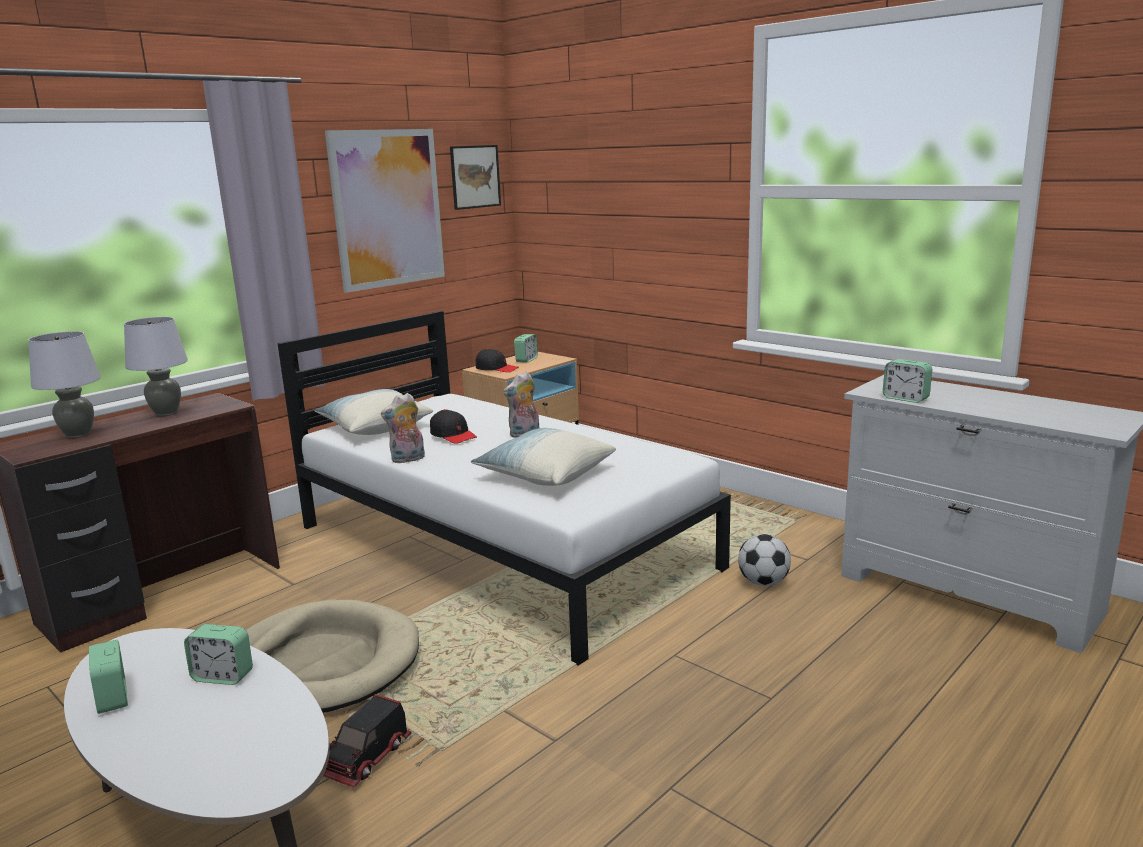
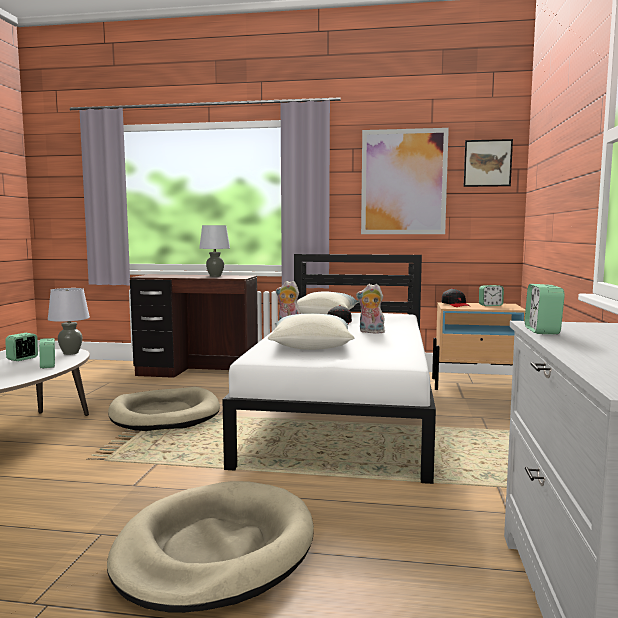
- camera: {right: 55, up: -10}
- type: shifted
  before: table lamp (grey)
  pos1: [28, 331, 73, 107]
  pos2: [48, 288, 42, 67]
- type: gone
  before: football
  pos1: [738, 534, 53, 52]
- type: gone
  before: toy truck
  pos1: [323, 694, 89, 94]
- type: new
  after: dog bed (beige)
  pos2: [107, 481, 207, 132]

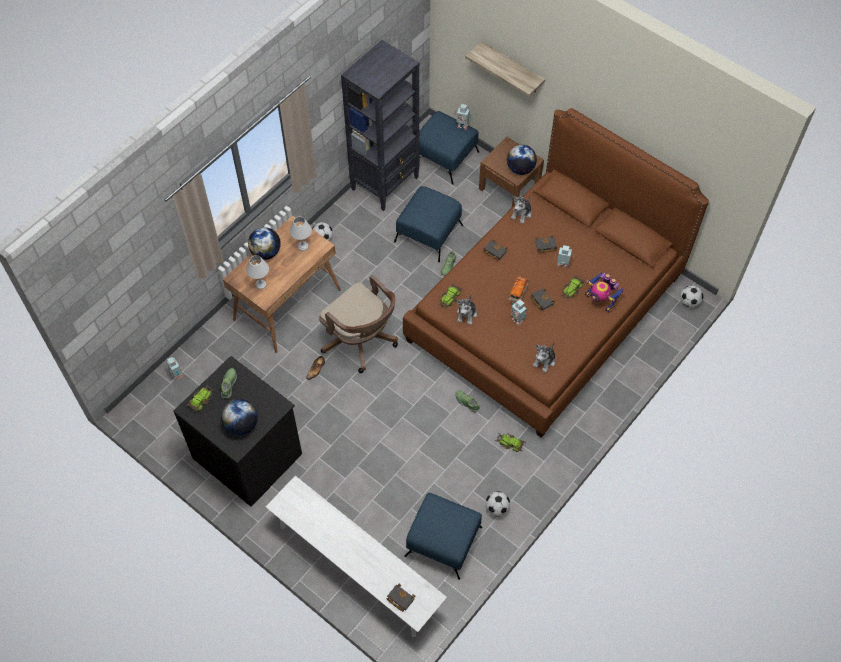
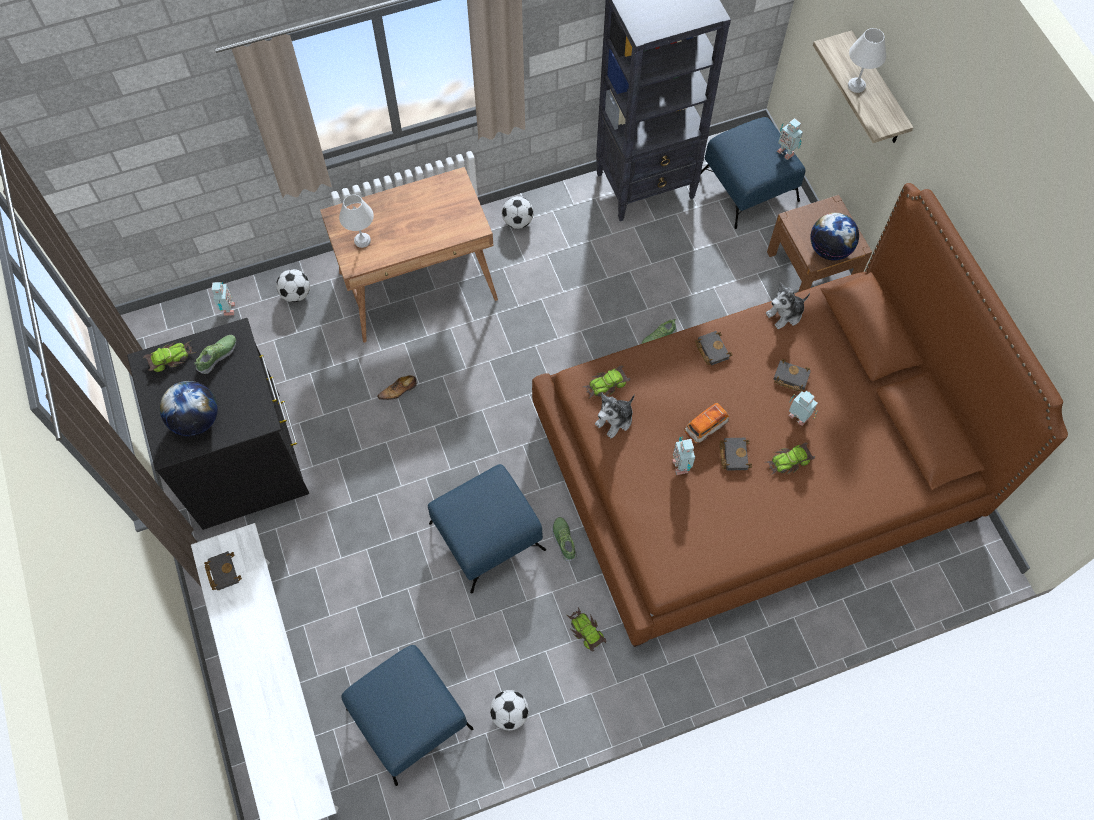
- camera: {right: 30, up: 5}
- type: shifted
  before: ottoman (blue)
  pos1: [394, 186, 69, 76]
  pos2: [428, 464, 118, 130]
- type: shifted
  before: table lamp (white)
  pos1: [290, 217, 22, 34]
  pos2: [848, 28, 38, 65]
- type: gone
  before: globe
  pos1: [248, 227, 33, 33]
- type: gone
  before: toy robot
  pos1: [585, 272, 40, 41]
- type: gone
  before: office chair (brown)
  pos1: [319, 275, 79, 98]
- type: shifted
  before: football
  pos1: [680, 285, 23, 22]
  pos2: [276, 269, 34, 33]
- type: gone
  before: plush toy
  pos1: [533, 343, 22, 30]
- type: shifted
  before: book (black)
  pos1: [386, 584, 29, 28]
  pos2: [204, 551, 38, 39]

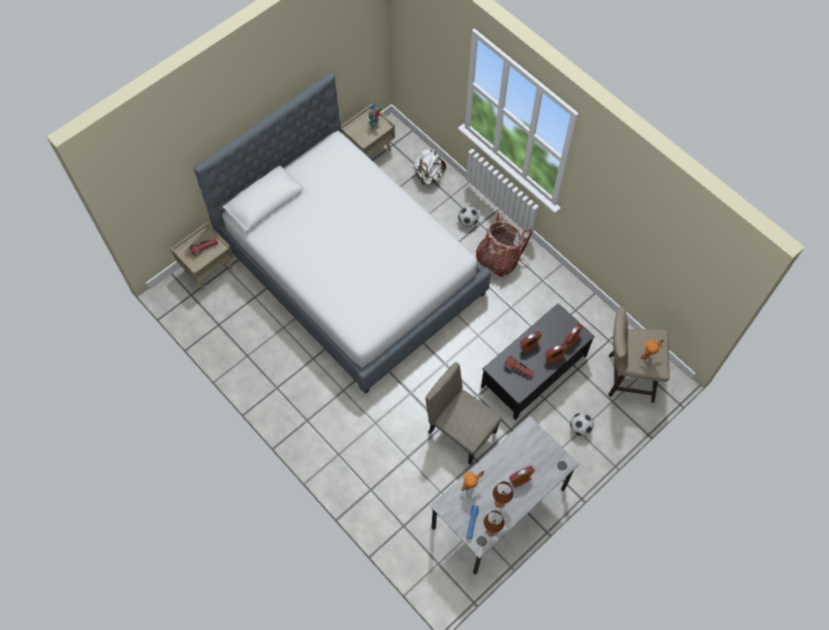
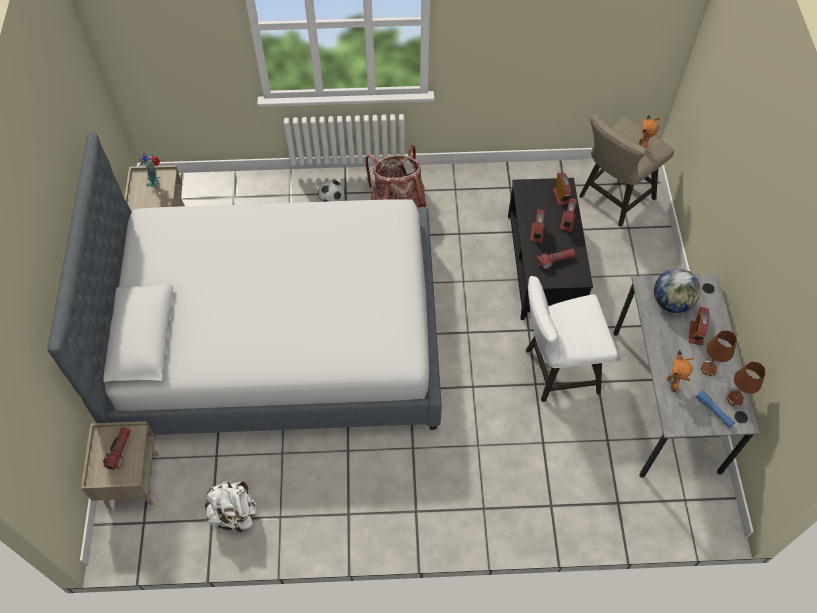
- camera: {right: -50, up: -5}
- type: shifted
  before: backpack (white)
  pos1: [413, 149, 33, 36]
  pos2: [205, 481, 51, 53]
- type: swapped
  before: chair (beige)
  after: stool (white)
  pos1: [425, 362, 77, 103]
  pos2: [526, 276, 92, 126]
- type: gone
  before: football
  pos1: [570, 413, 24, 23]
- type: new
  after: globe
  pos2: [654, 268, 46, 45]

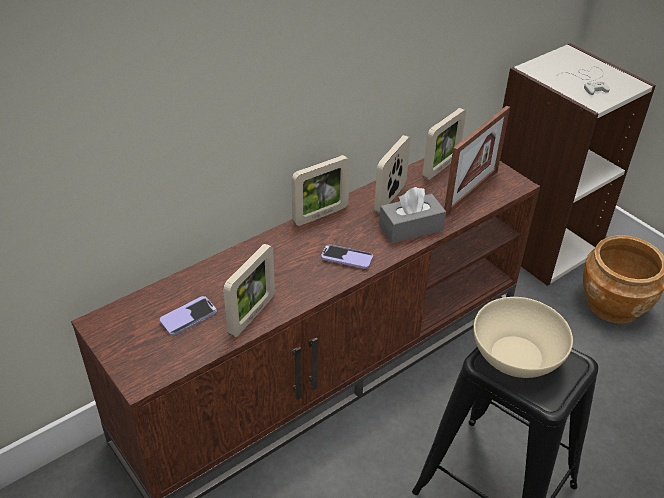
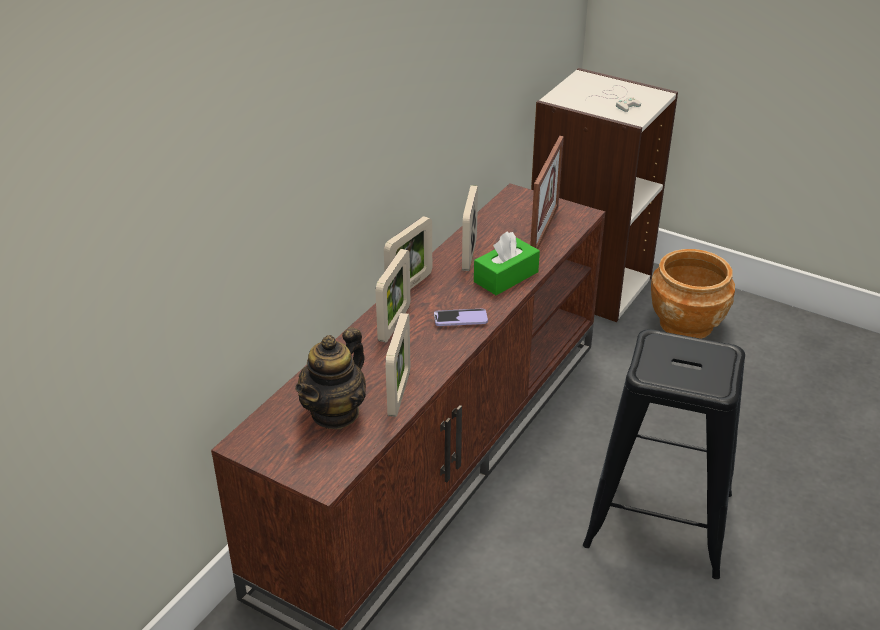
- camera: {right: -20, up: -5}
- type: shifted
  before: picture frame
  pos1: [422, 108, 44, 72]
  pos2: [375, 249, 35, 94]
- type: repainted
  before: tissue box (grey)
  after: tissue box (green)
  pos1: [379, 187, 67, 56]
  pos2: [474, 231, 66, 64]
- type: swapped
  before: phone
  after: teapot
  pos1: [160, 296, 57, 40]
  pos2: [295, 327, 71, 102]
- type: gone
  before: bowl (beige)
  pos1: [473, 297, 100, 81]

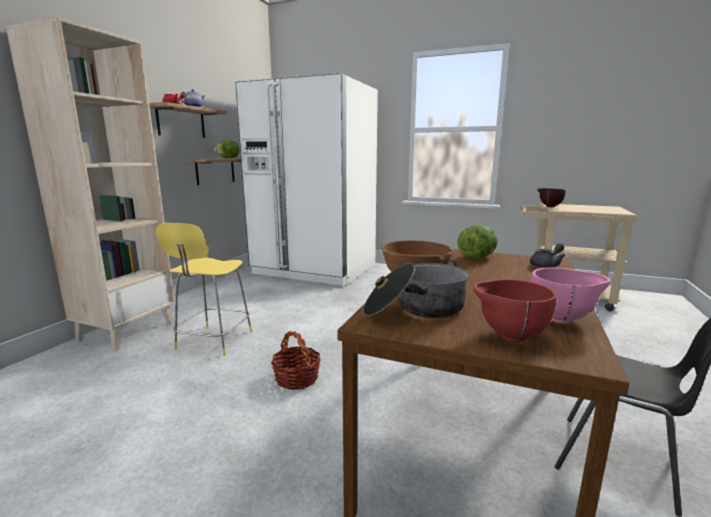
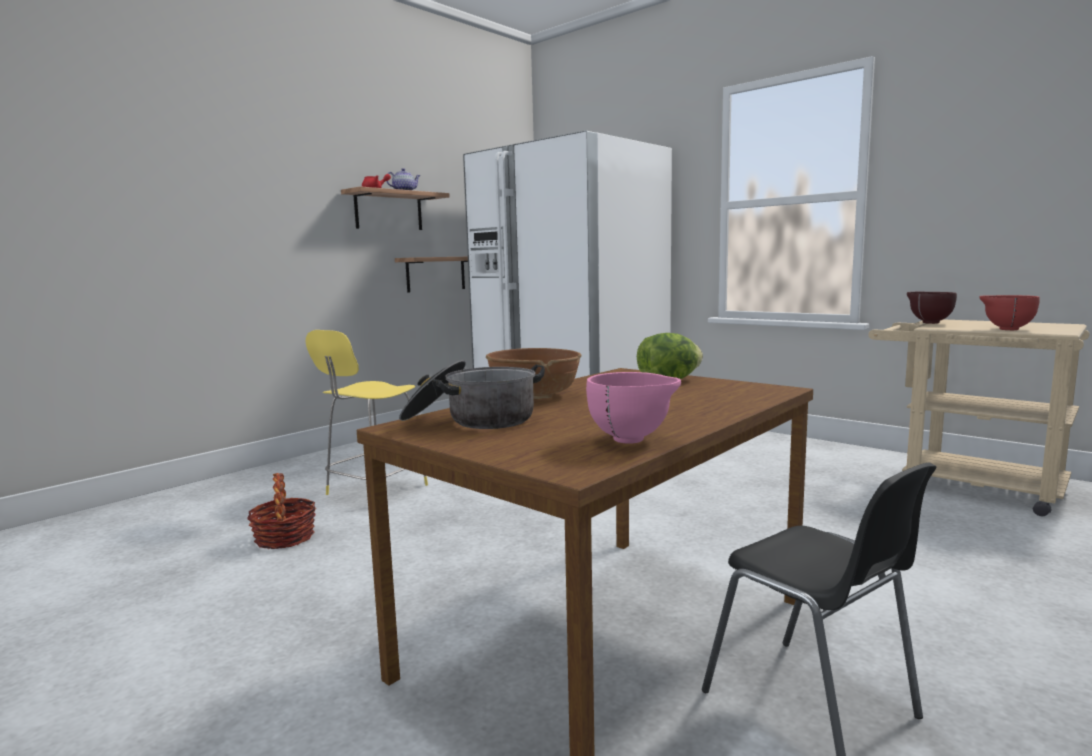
- camera: {right: 20, up: -5}
- type: gone
  before: bookcase (beige)
  pos1: [6, 16, 169, 336]
- type: gone
  before: lettuce
  pos1: [214, 140, 25, 18]
- type: gone
  before: teapot (grey)
  pos1: [530, 243, 36, 25]
- type: shifted
  before: bowl (red)
  pos1: [474, 279, 83, 63]
  pos2: [979, 295, 61, 35]
- type: shifted
  before: basket
  pos1: [271, 331, 50, 59]
  pos2: [247, 473, 69, 76]

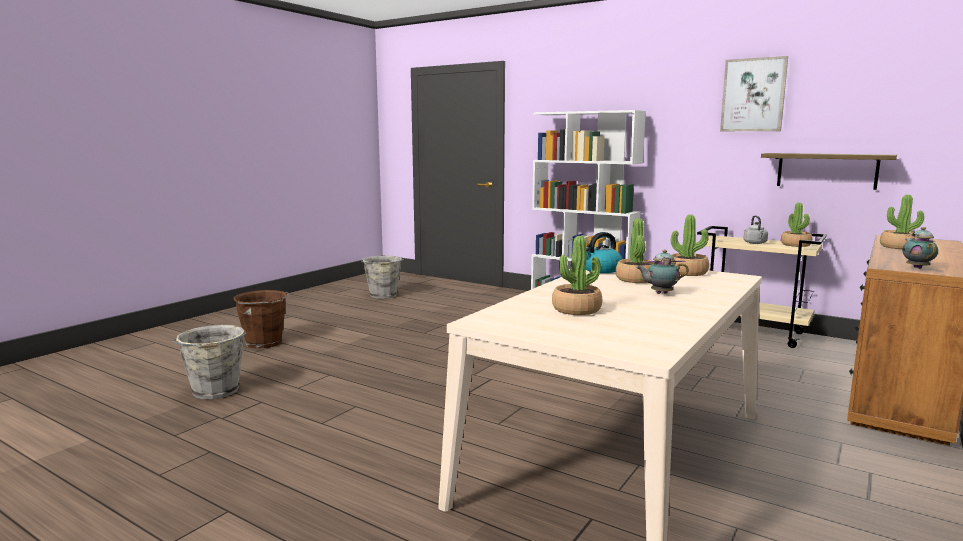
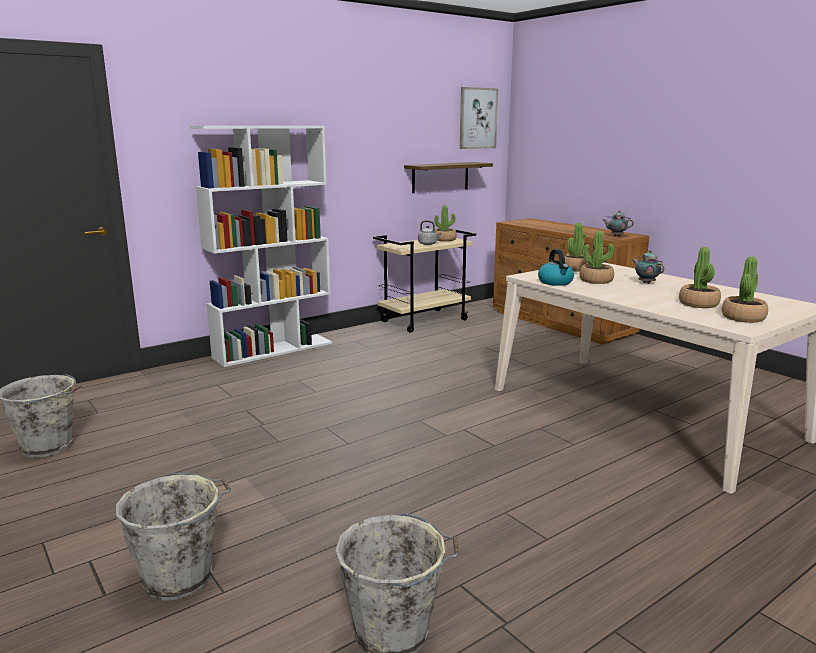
- camera: {right: -70, up: 5}
- type: shifted
  before: picture
  pos1: [720, 56, 68, 75]
  pos2: [460, 87, 38, 62]
- type: shifted
  before: potted plant
  pos1: [880, 195, 44, 54]
  pos2: [722, 256, 46, 67]
- type: rotated
  before: teapot
  pos1: [636, 249, 53, 45]
  pos2: [633, 250, 32, 34]
  turn: 135
- type: repainted
  before: bucket (brown)
  after: bucket (grey)
  pos1: [234, 290, 55, 58]
  pos2: [116, 473, 115, 128]

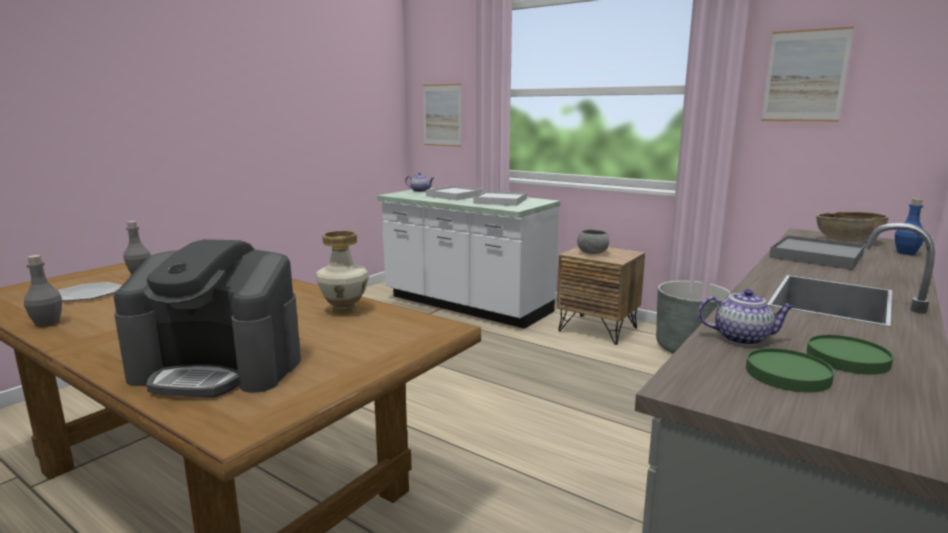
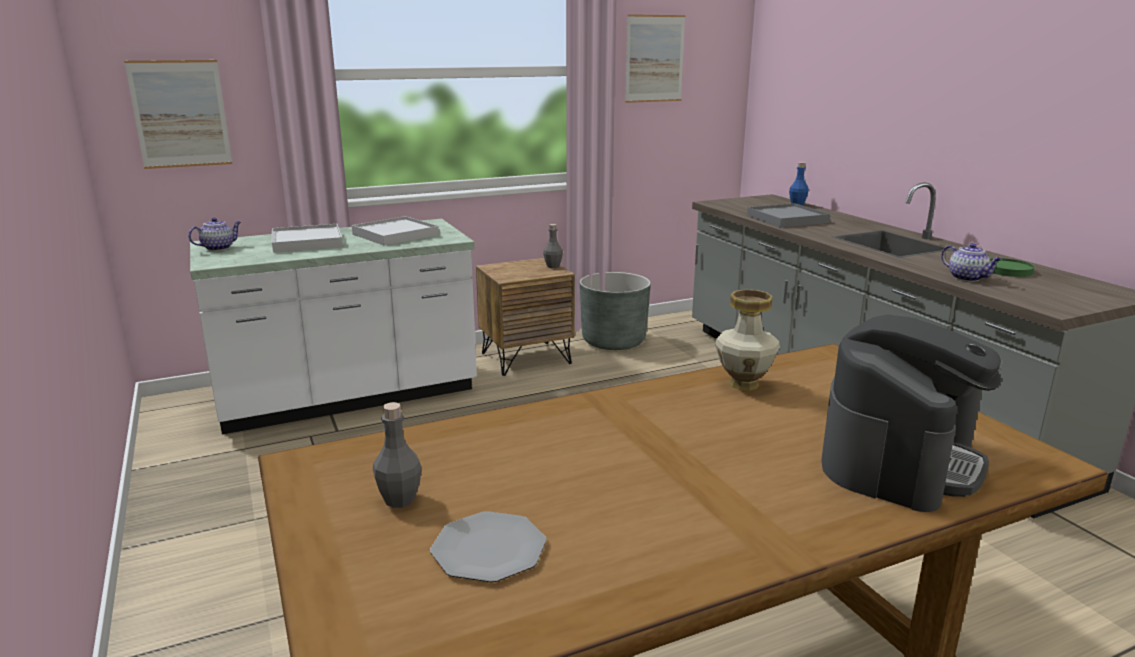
- camera: {right: -60, up: 5}
- type: gone
  before: bowl (brown)
  pos1: [816, 212, 73, 30]
- type: gone
  before: bowl (grey)
  pos1: [577, 230, 32, 24]
- type: shifted
  before: bottle (grey)
  pos1: [24, 255, 38, 72]
  pos2: [543, 224, 20, 44]
- type: rotated
  before: teapot
  pos1: [698, 289, 97, 56]
  pos2: [941, 243, 61, 38]
  turn: 105
- type: gone
  before: plate (green)
  pos1: [746, 348, 88, 44]

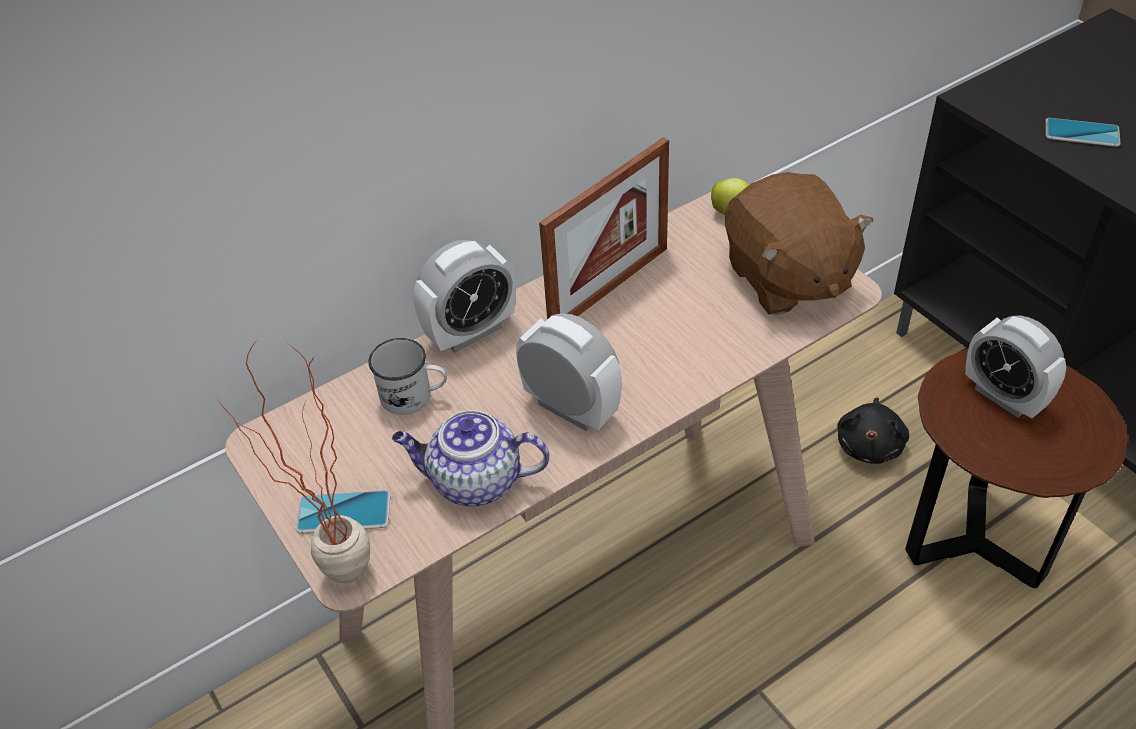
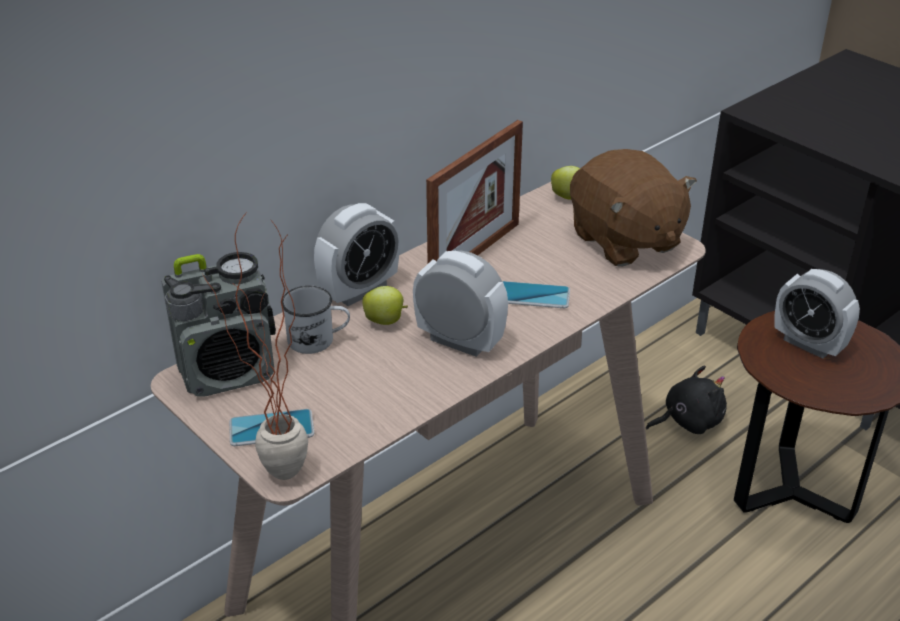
- camera: {right: -10, up: -10}
- type: shifted
  before: phone
  pos1: [1045, 118, 76, 29]
  pos2: [502, 281, 68, 27]
- type: rotated
  before: plush toy (black)
  pos1: [837, 398, 72, 66]
  pos2: [646, 366, 81, 68]
  turn: -120
- type: gone
  before: teapot
  pos1: [392, 410, 158, 96]
- type: new
  after: radio
  pos2: [161, 252, 115, 145]
- type: new
  after: apple
  pos2: [362, 286, 46, 39]

